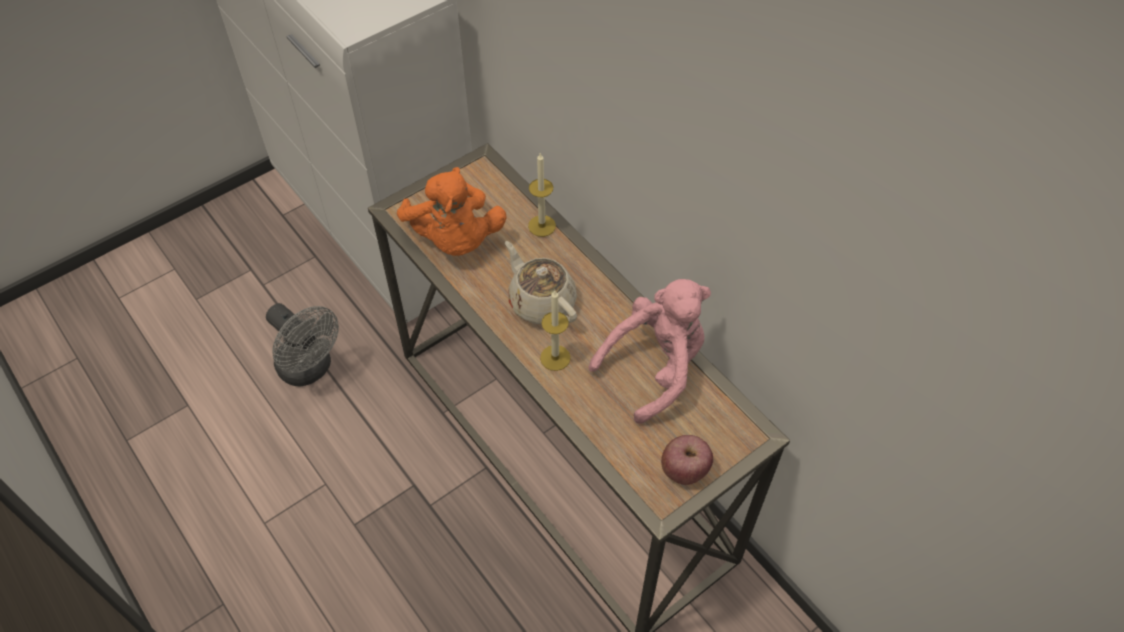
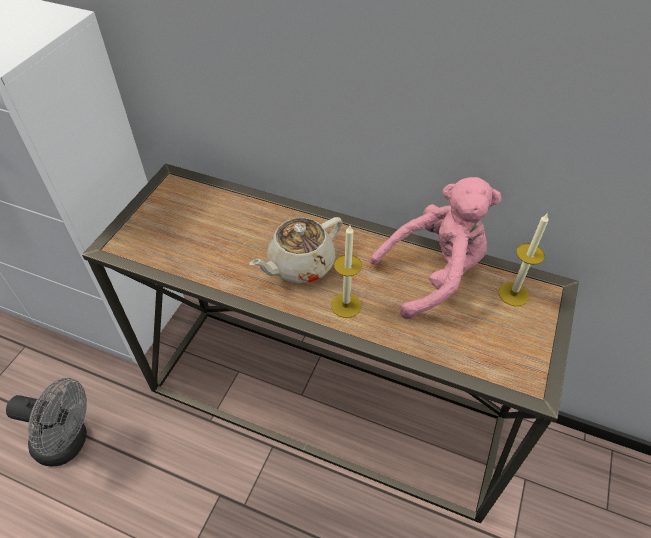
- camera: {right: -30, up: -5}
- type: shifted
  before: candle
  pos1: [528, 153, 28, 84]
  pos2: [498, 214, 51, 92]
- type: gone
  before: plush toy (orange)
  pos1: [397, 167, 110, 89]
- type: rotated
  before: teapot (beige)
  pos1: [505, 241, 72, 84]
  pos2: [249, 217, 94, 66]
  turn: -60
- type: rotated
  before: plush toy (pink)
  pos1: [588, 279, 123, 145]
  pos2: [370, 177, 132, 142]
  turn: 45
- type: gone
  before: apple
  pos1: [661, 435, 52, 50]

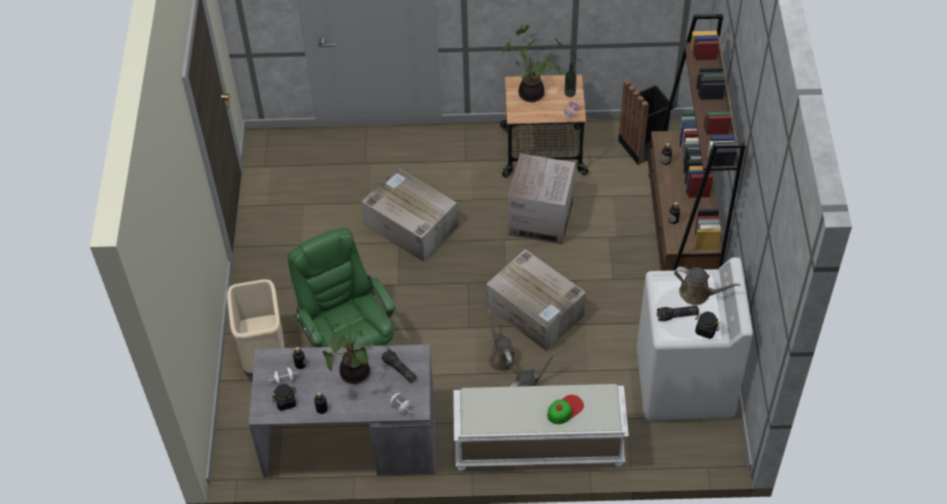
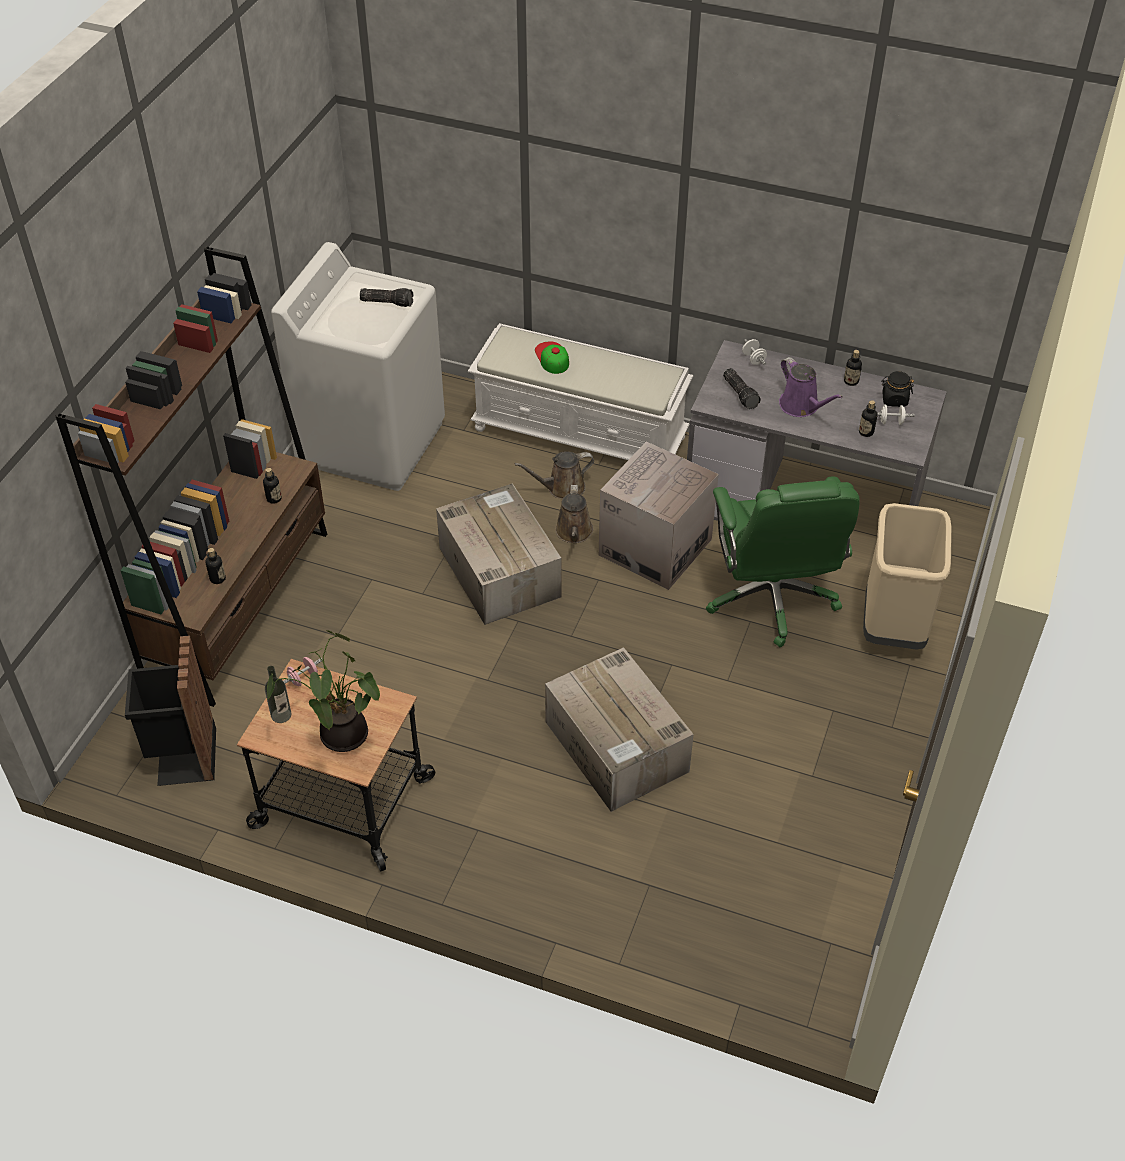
- camera: {right: -160, up: -5}
- type: shifted
  before: cardboard box
  pos1: [508, 154, 67, 91]
  pos2: [599, 441, 119, 149]
- type: gone
  before: watering can (brown)
  pos1: [674, 267, 67, 38]
- type: swapped
  before: potted plant
  after: watering can (purple)
  pos1: [310, 310, 63, 74]
  pos2: [779, 357, 64, 60]
- type: gone
  before: jar (black)
  pos1: [695, 312, 24, 27]
- type: rotated
  before: cap
  pos1: [547, 395, 37, 29]
  pos2: [535, 341, 34, 33]
  turn: 90

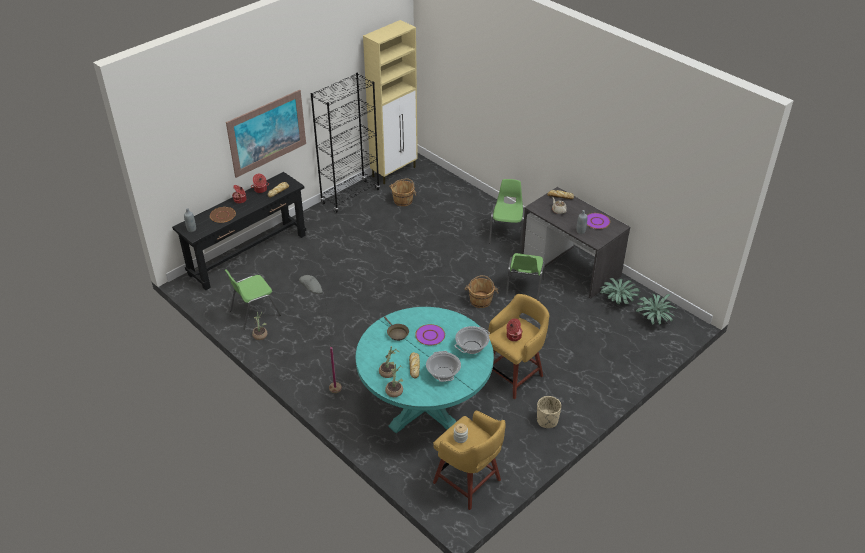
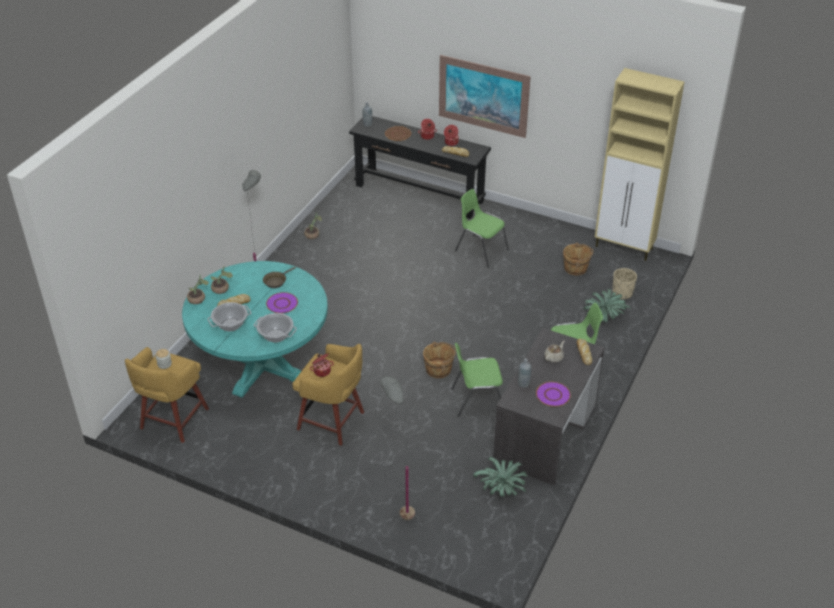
- camera: {right: 70, up: 0}
- type: gone
  before: bookcase (black)
  pos1: [311, 73, 69, 140]
- type: shifted
  before: chair (green)
  pos1: [225, 269, 56, 61]
  pos2: [455, 189, 54, 79]
- type: shifted
  before: potted plant
  pos1: [636, 294, 42, 31]
  pos2: [583, 289, 47, 33]
- type: shifted
  before: planter (beige)
  pos1: [537, 396, 24, 32]
  pos2: [612, 268, 25, 31]
- type: new
  after: floor lamp (grey)
  pos2: [380, 376, 35, 144]

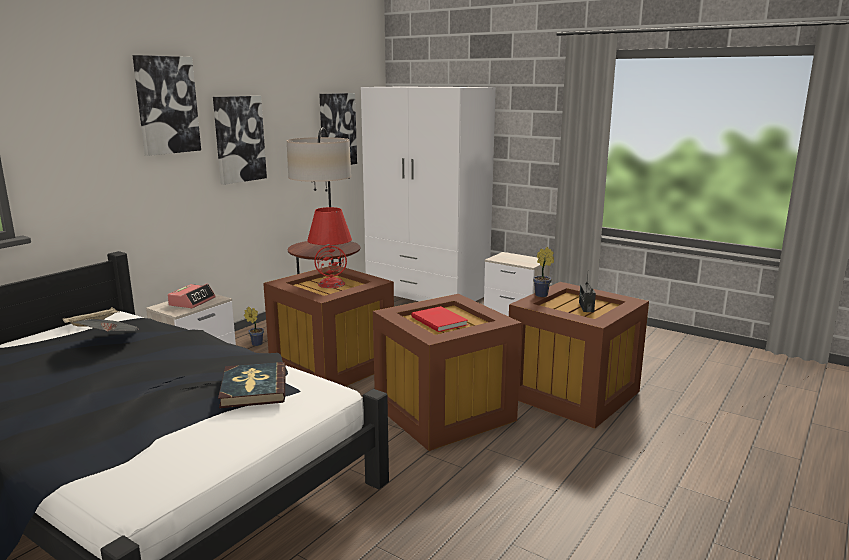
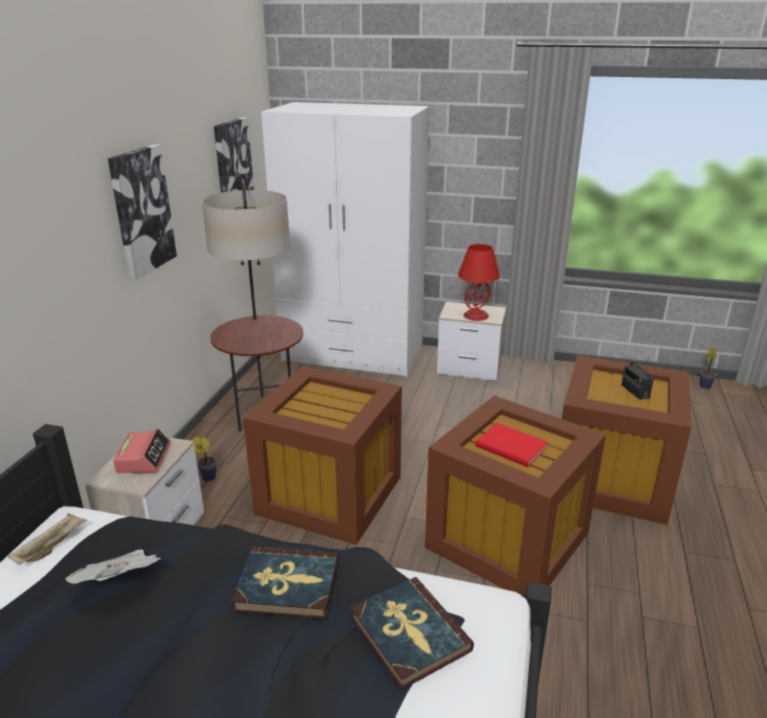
- camera: {right: -20, up: 10}
- type: gone
  before: picture
  pos1: [132, 55, 69, 101]
- type: shifted
  before: table lamp (red)
  pos1: [307, 207, 45, 81]
  pos2: [458, 244, 42, 77]
- type: shifted
  before: potted plant
  pos1: [533, 247, 21, 50]
  pos2: [700, 346, 17, 43]
- type: new
  after: book
  pos2: [231, 547, 108, 72]

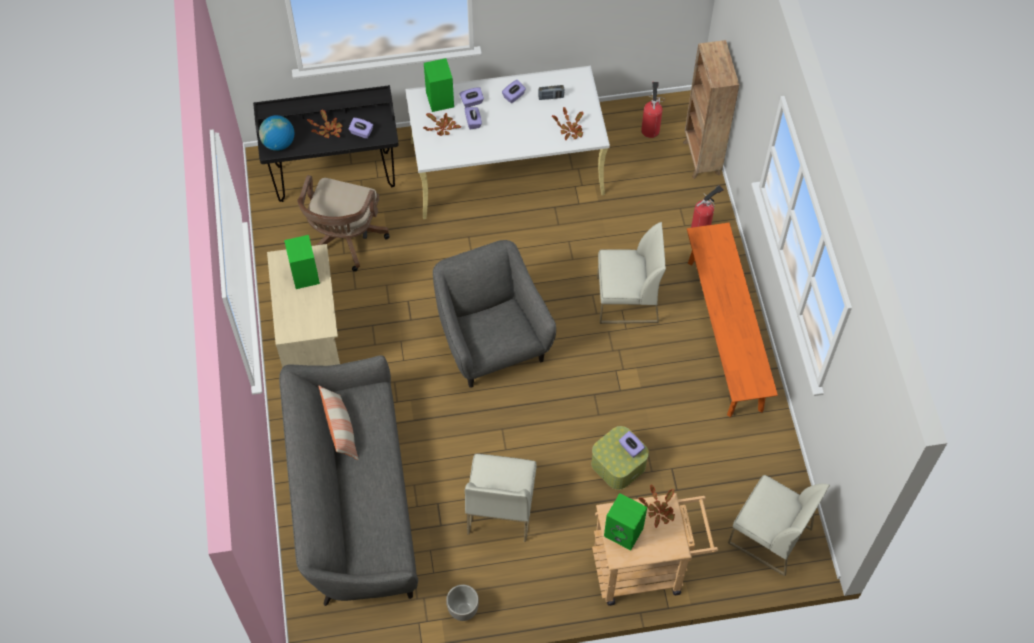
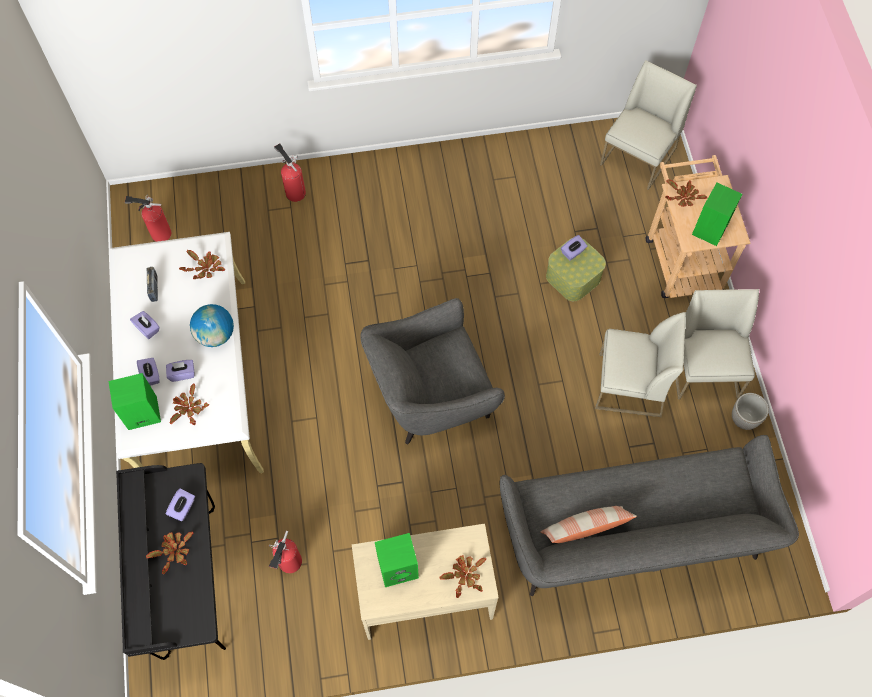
- camera: {right: -90, up: 5}
- type: gone
  before: bookcase (brown)
  pos1: [683, 40, 56, 139]
- type: shifted
  before: globe
  pos1: [259, 115, 35, 36]
  pos2: [190, 304, 44, 43]
- type: swapped
  before: office chair (brown)
  after: fire extinguisher
  pos1: [297, 175, 93, 97]
  pos2: [269, 531, 33, 42]
- type: shifted
  before: chair (white)
  pos1: [597, 222, 69, 102]
  pos2: [675, 289, 84, 111]
- type: gone
  before: bench (orange)
  pos1: [687, 223, 91, 194]
- type: new
  after: potted plant
  pos2: [439, 555, 47, 43]

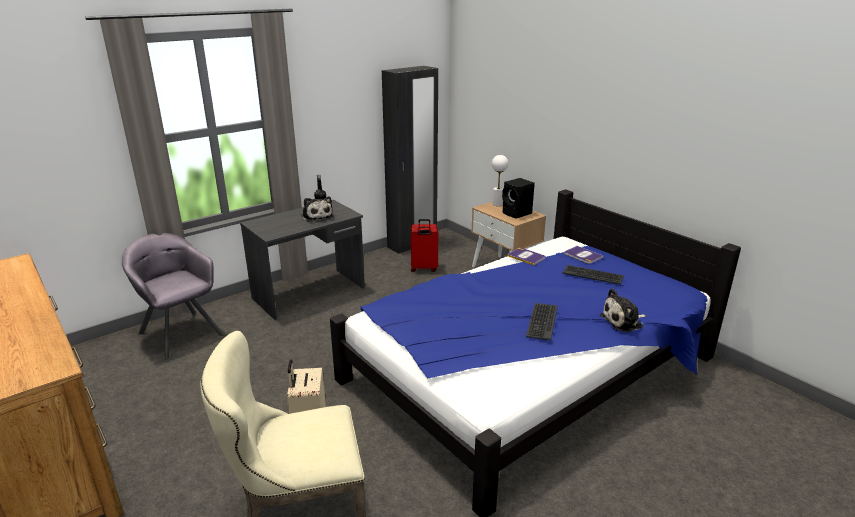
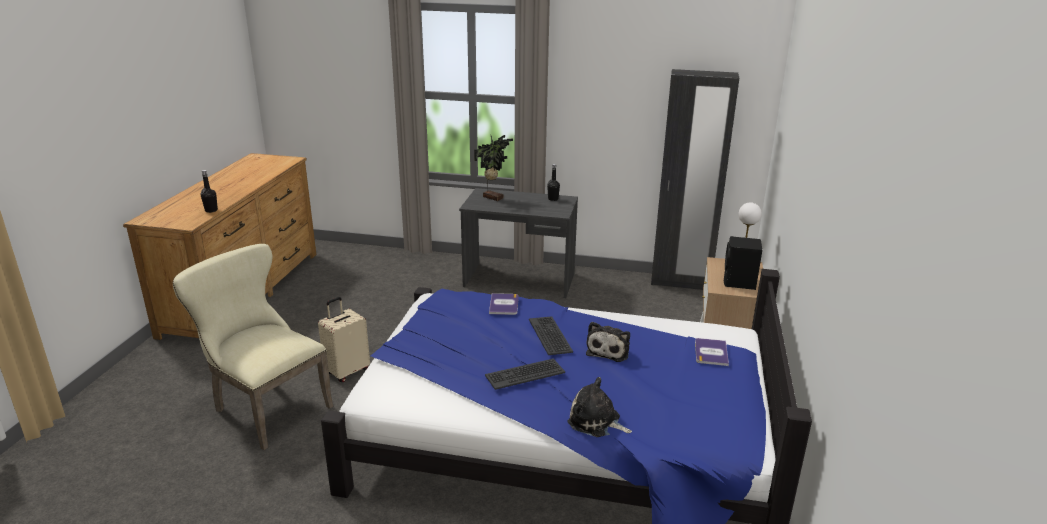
- camera: {right: 50, up: 0}
- type: shifted
  before: plush toy
  pos1: [301, 196, 32, 26]
  pos2: [586, 322, 44, 40]
- type: gone
  before: suitcase (red)
  pos1: [411, 219, 27, 53]
- type: gone
  before: armchair (grey)
  pos1: [122, 233, 103, 127]
- type: shifted
  before: book
  pos1: [507, 248, 38, 17]
  pos2: [489, 293, 30, 22]
- type: shifted
  before: keyboard
  pos1: [562, 265, 62, 20]
  pos2: [529, 316, 44, 39]
- type: new
  after: potted plant
  pos2: [474, 135, 39, 66]
- type: new
  after: bottle (black)
  pos2: [201, 170, 17, 43]

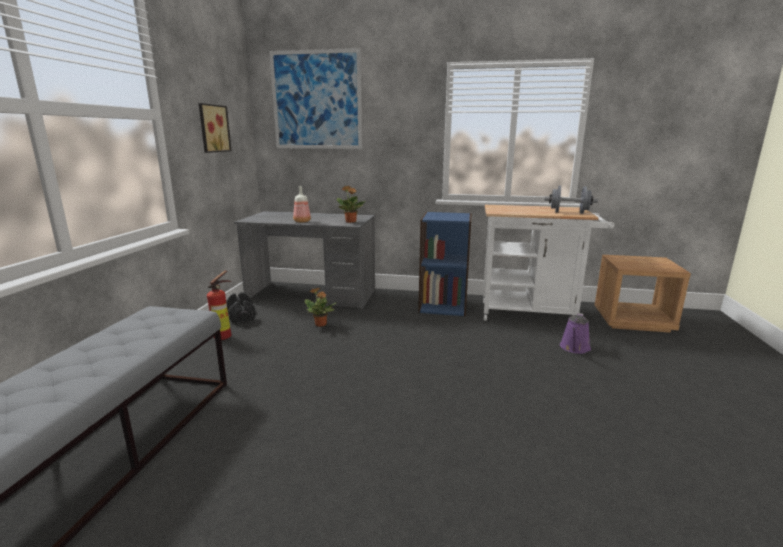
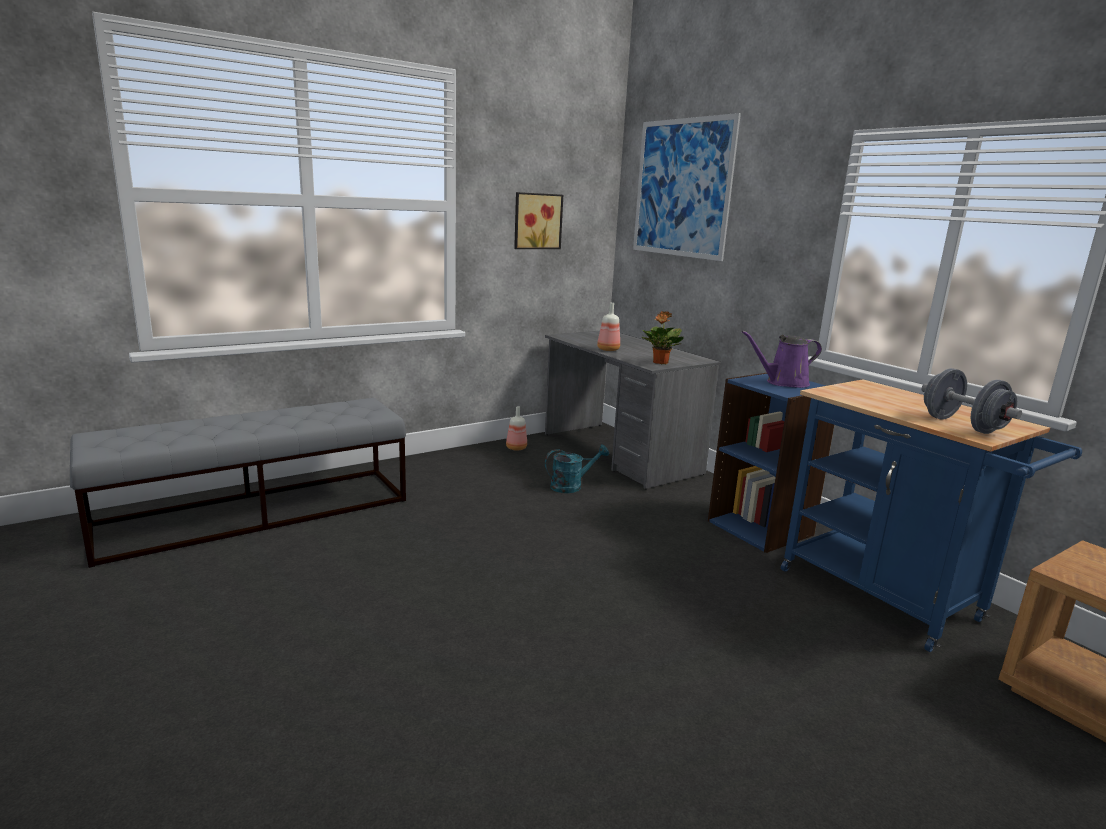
- camera: {right: 45, up: 0}
- type: repainted
  before: cart (white)
  after: cart (blue)
  pos1: [483, 205, 131, 116]
  pos2: [781, 379, 301, 273]
- type: gone
  before: fire extinguisher
  pos1: [207, 270, 25, 70]
- type: swapped
  before: potted plant
  after: watering can (turquoise)
  pos1: [305, 288, 32, 39]
  pos2: [545, 444, 64, 49]
- type: swapped
  before: dumbbell (black)
  after: bottle
  pos1: [226, 292, 30, 32]
  pos2: [506, 406, 21, 45]
- type: shifted
  before: watering can (purple)
  pos1: [560, 313, 31, 41]
  pos2: [742, 331, 80, 57]

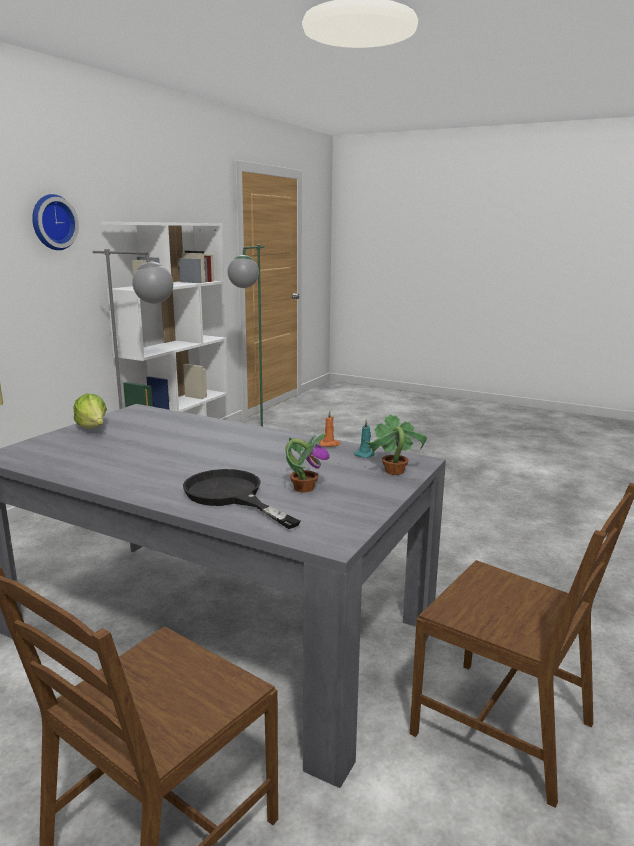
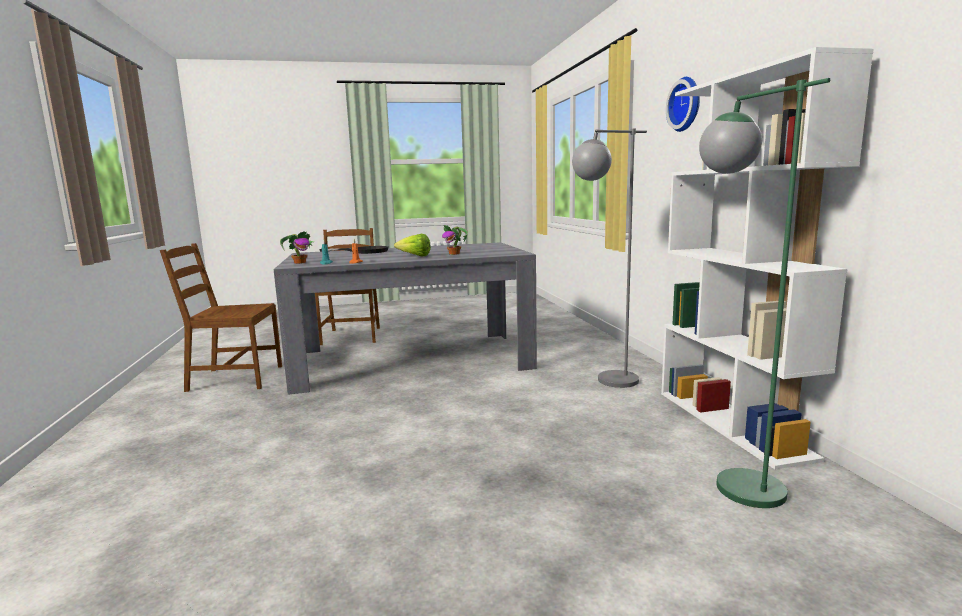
- camera: {right: 140, up: -5}
- type: shifted
  before: lettuce
  pos1: [74, 394, 33, 34]
  pos2: [394, 233, 37, 24]
- type: shifted
  before: potted plant
  pos1: [285, 433, 45, 59]
  pos2: [442, 225, 26, 30]

